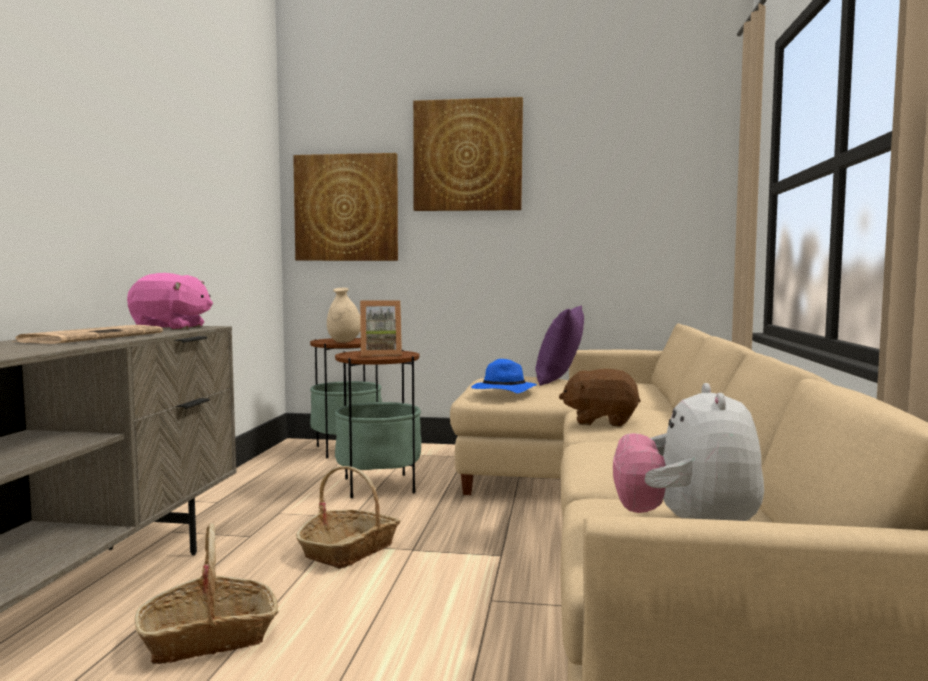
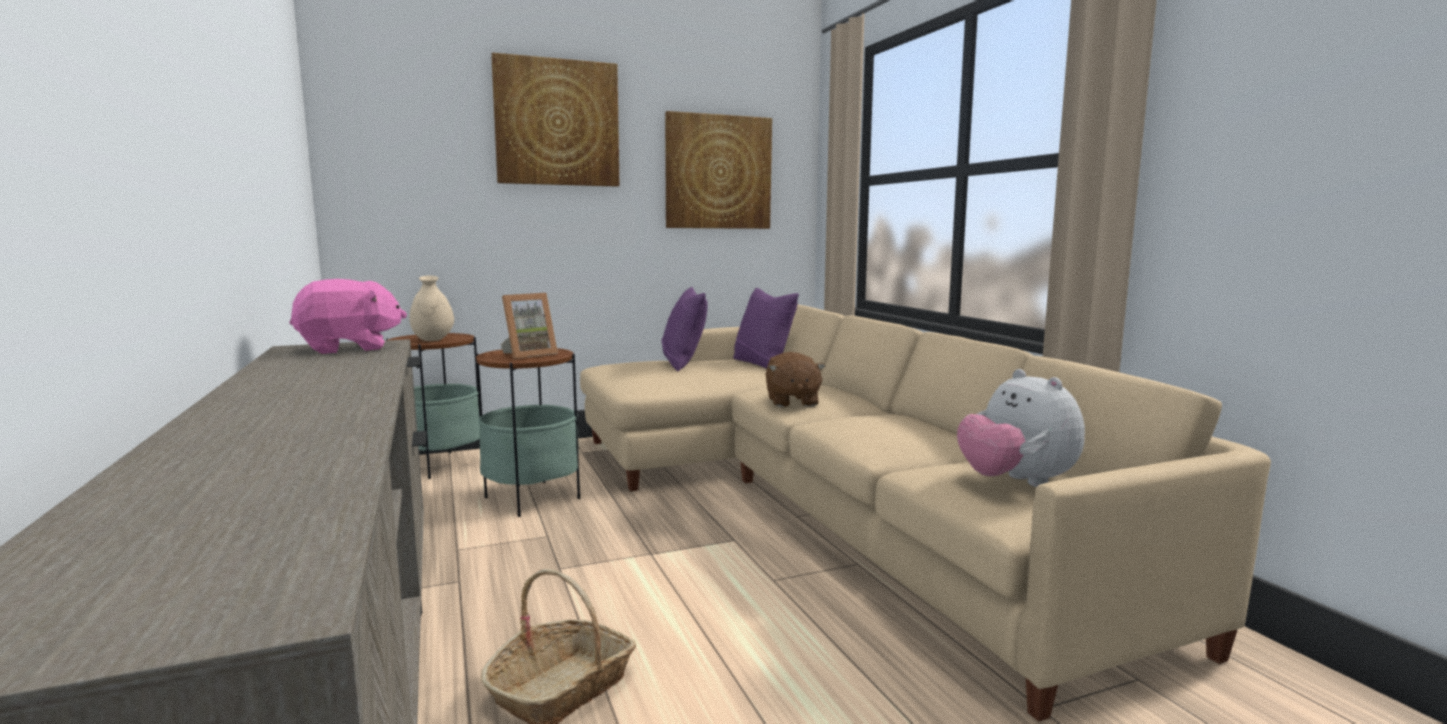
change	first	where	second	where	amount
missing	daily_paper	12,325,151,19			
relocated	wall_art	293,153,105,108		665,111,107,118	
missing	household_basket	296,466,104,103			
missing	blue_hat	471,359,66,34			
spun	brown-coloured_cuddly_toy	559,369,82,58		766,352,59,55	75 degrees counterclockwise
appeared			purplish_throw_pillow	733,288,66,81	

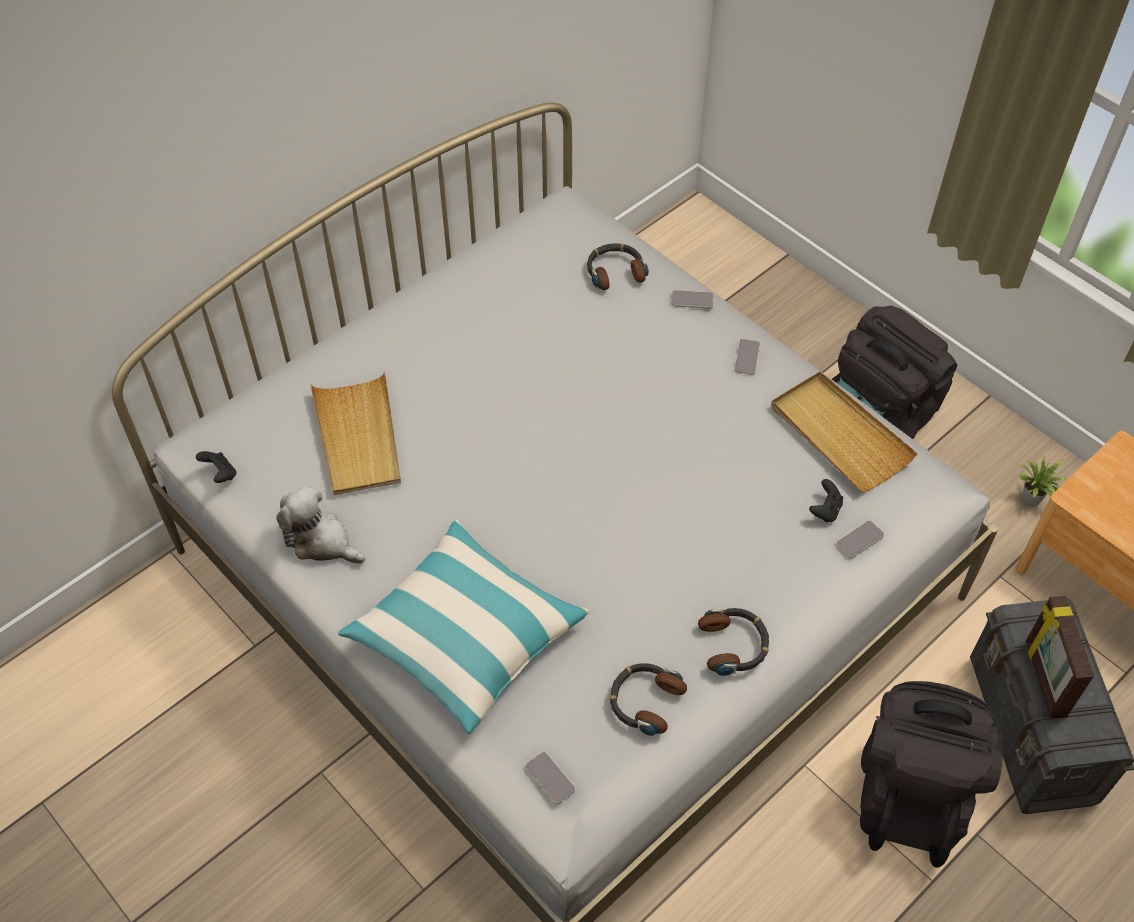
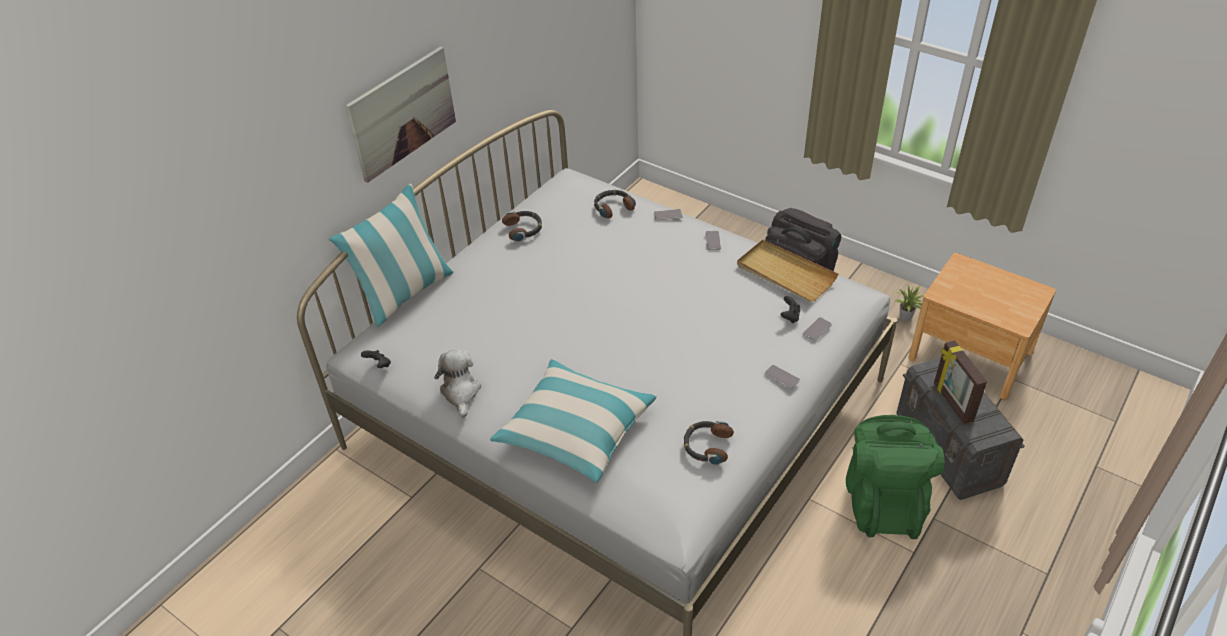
change	first	where	second	where	amount
spun	cuddly_toy	276,486,89,78		434,350,47,68	60 degrees clockwise
missing	beige-coloured_serving_tray	311,372,90,123			
relocated	telephone	526,752,49,52		765,365,35,24	
relocated	headphones	698,608,71,68		502,211,40,31	
colour	black-coloured_rucksack	860,681,143,187	green_rucksack	846,415,98,124	
appeared			throw_pillow	329,184,125,143	
appeared			wall_art	346,46,110,137	

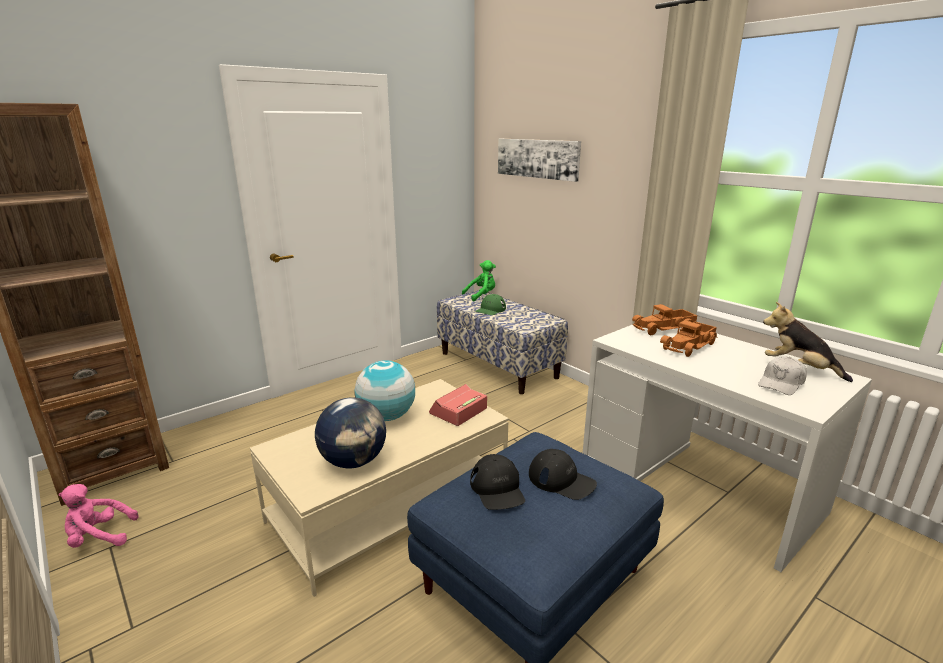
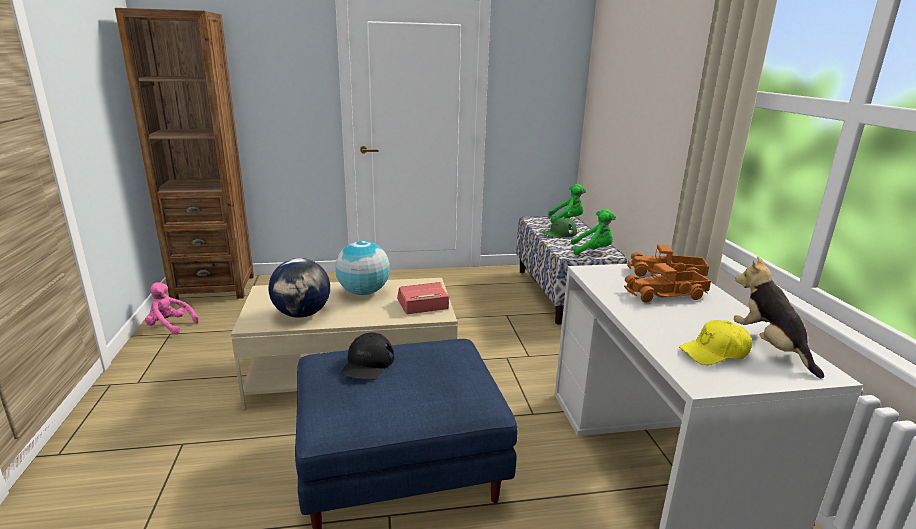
change	first	where	second	where	amount
missing	wall_art	498,139,83,43			
missing	black-coloured_peaked_cap	529,449,68,51			
colour	whitish_peaked_cap	758,356,49,39	yellow-coloured_peaked_cap	679,320,73,45	
appeared			green_cuddly_toy	571,209,45,46	

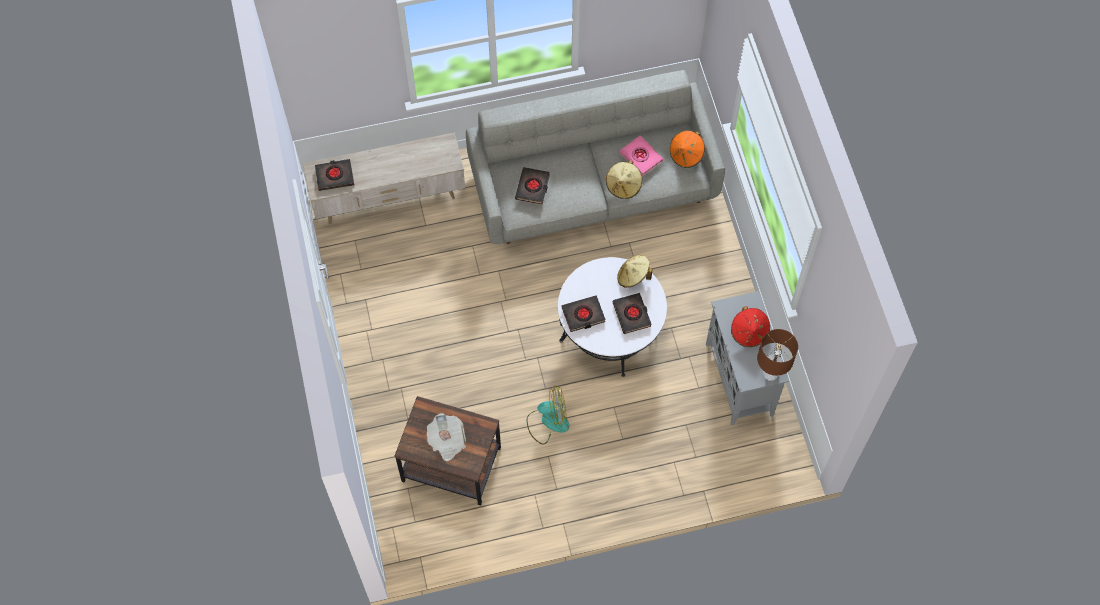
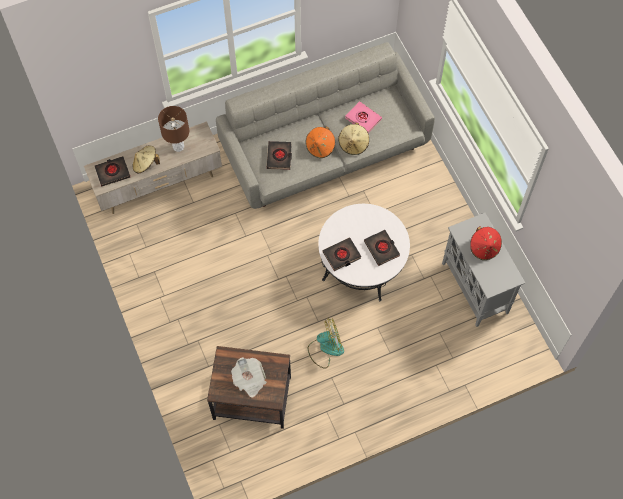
change	first	where	second	where	amount
relocated	beige-coloured_hat	617,255,35,33		133,145,27,28	
relocated	orangey_hat	670,131,35,37		306,126,29,32	
relocated	brown-coloured_tabletop_lamp	757,329,41,52		158,106,31,46	

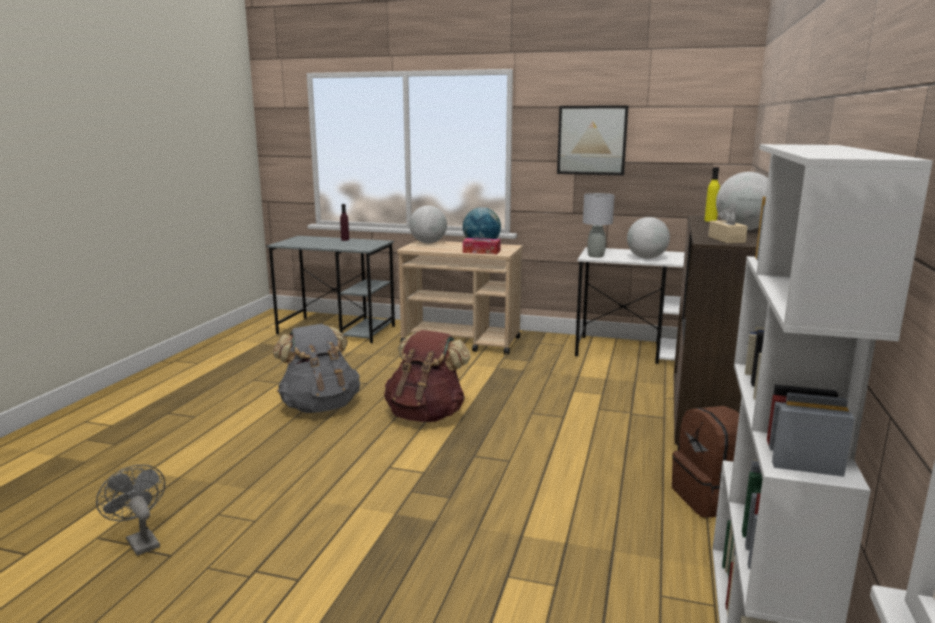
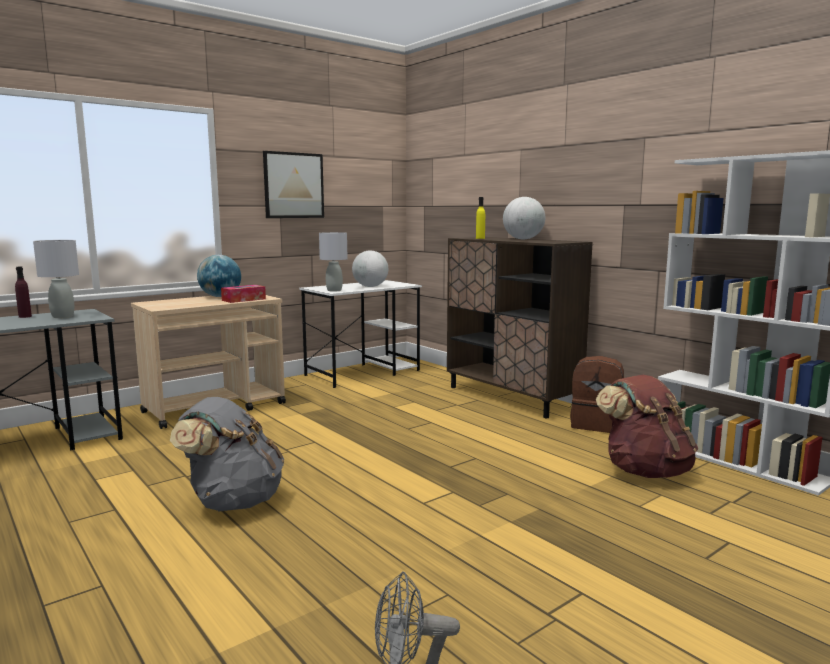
change	first	where	second	where	amount
relocated	brown-coloured_rucksack	384,330,87,92		596,375,102,103	
missing	world_globe	409,206,38,37			
missing	beige-coloured_tissue_box	708,207,40,36			
appeared			gray_tabletop_lamp	33,240,46,78	

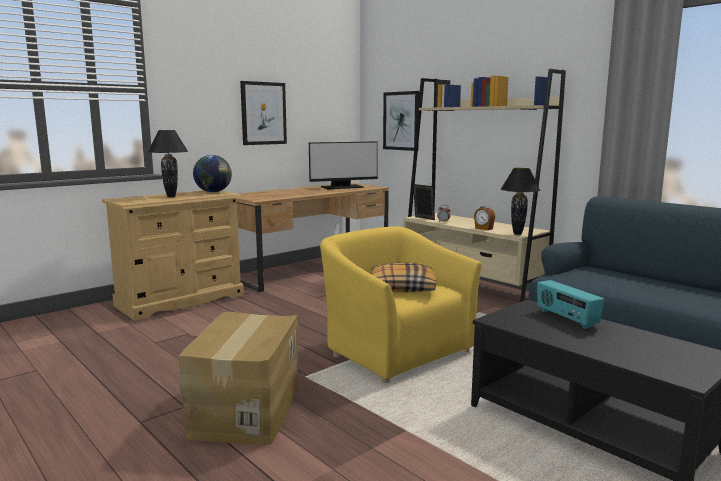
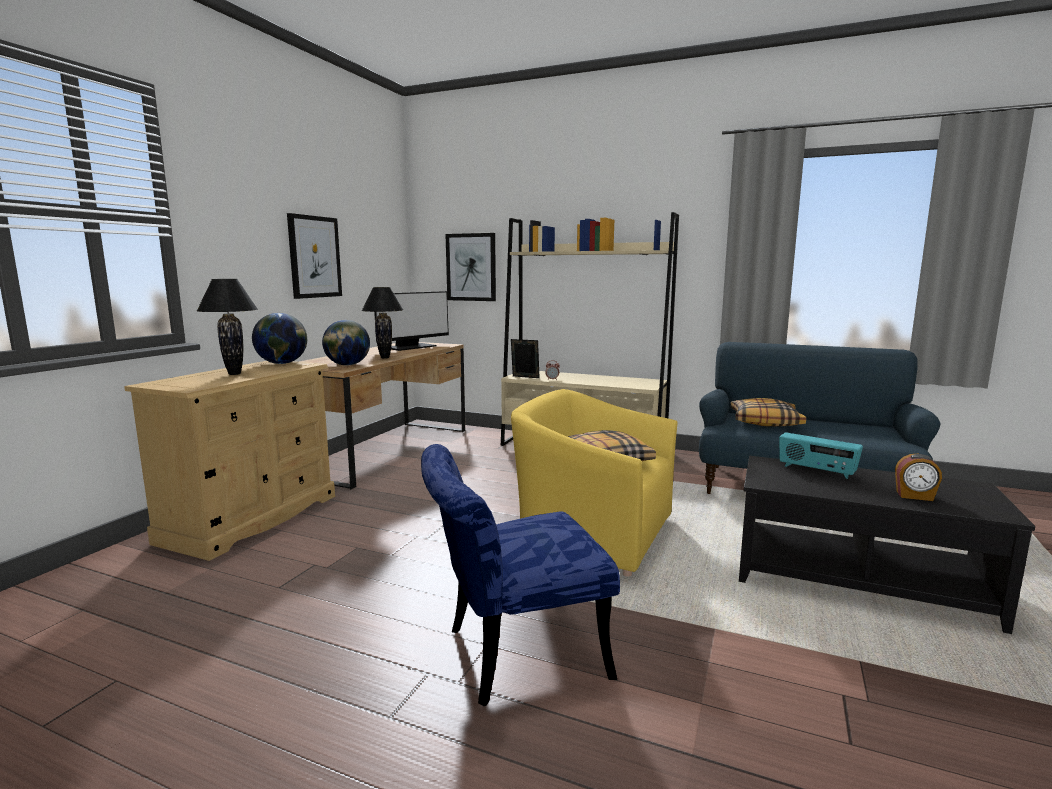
change	first	where	second	where	amount
exchanged	cardboard_box	179,312,120,133	blue_plain_chair	421,444,199,262	
relocated	table_clock	474,206,21,24		895,454,47,47	
relocated	black-coloured_tabletop_lamp	501,168,39,67		362,287,41,72	
appeared			world_globe	322,320,48,45	
appeared			throw_pillow	730,398,76,29	

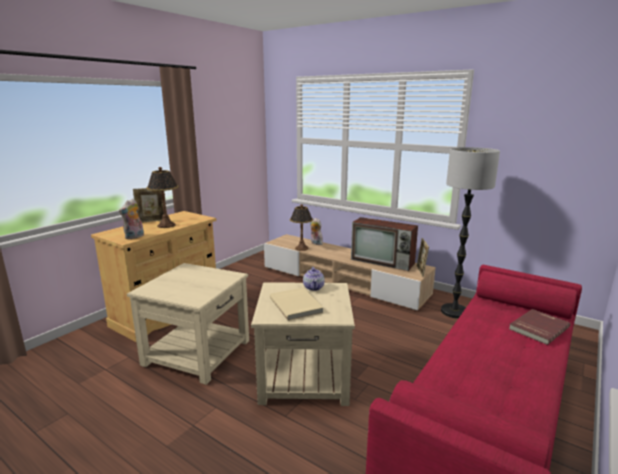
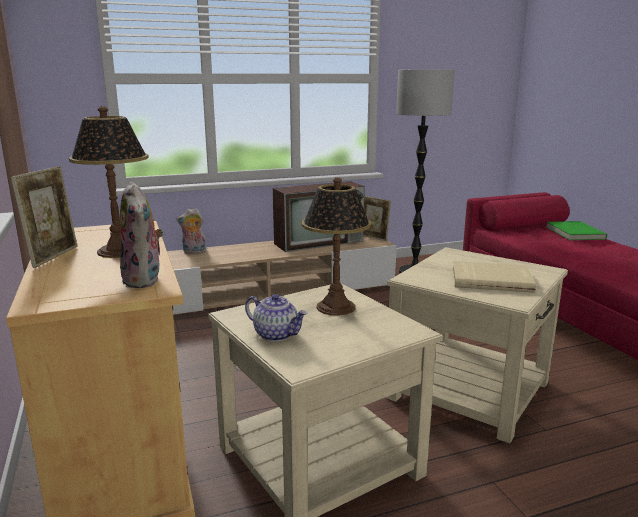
change	first	where	second	where	amount
relocated	tabletop_lamp	290,204,23,47		302,177,69,139	
relocated	tea_pot	303,267,22,24		245,294,63,48	
colour	red-coloured_bound_book	509,309,61,36	green_bound_book	546,221,61,19	

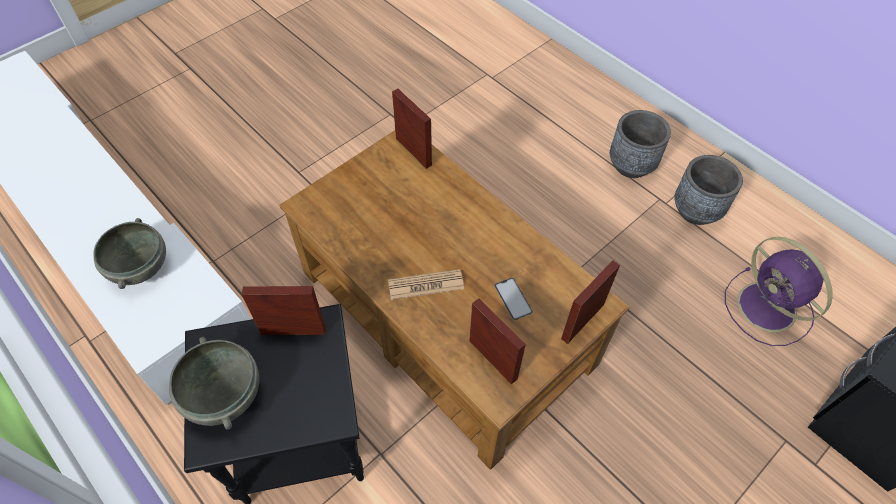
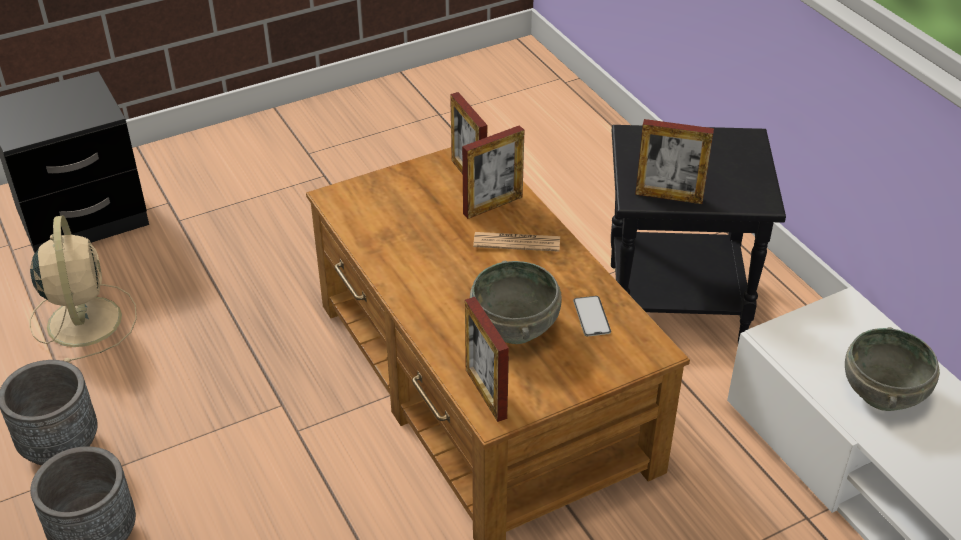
change	first	where	second	where	amount
relocated	gray_serving_bowl	169,337,90,93		470,261,92,83	
relocated	telephone	495,278,38,42		573,296,38,41	
relocated	picture_frame	561,260,59,84		462,125,62,94	
colour	purplish_cooling_fan	725,237,108,109	beige-coloured_cooling_fan	29,215,108,147	

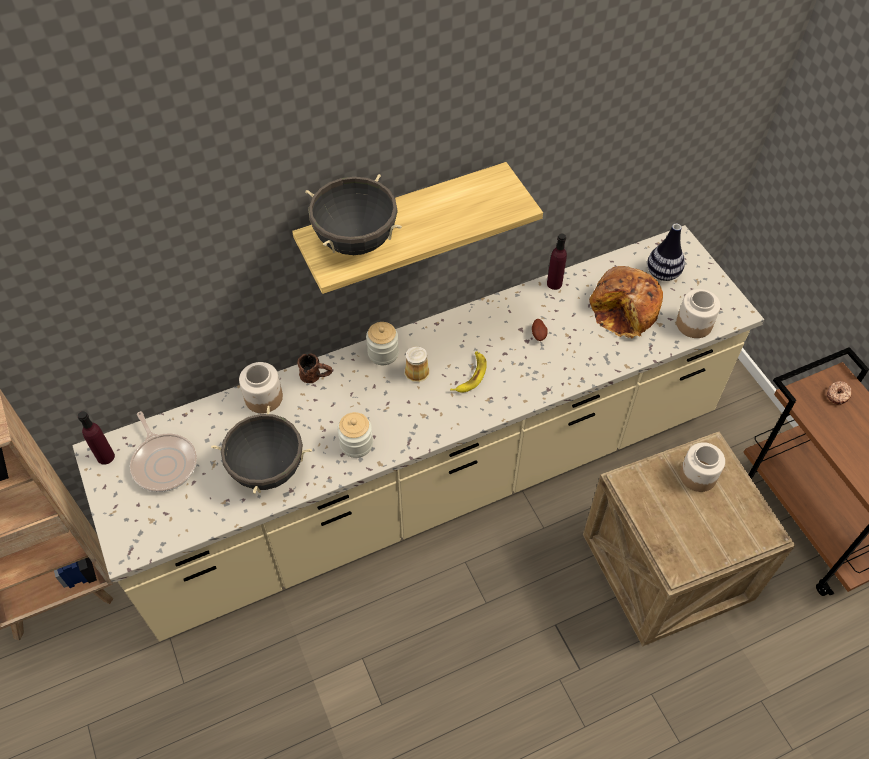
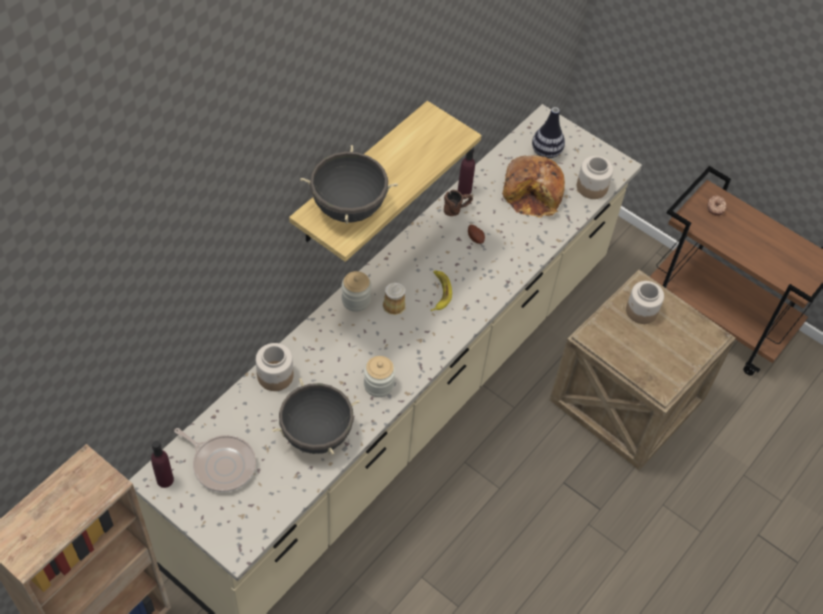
change	first	where	second	where	amount
relocated	brown-coloured_coffee_mug	297,354,36,29		444,190,29,26	

